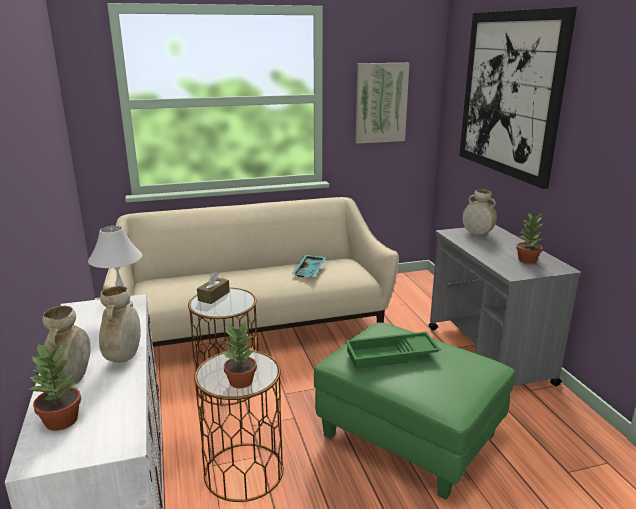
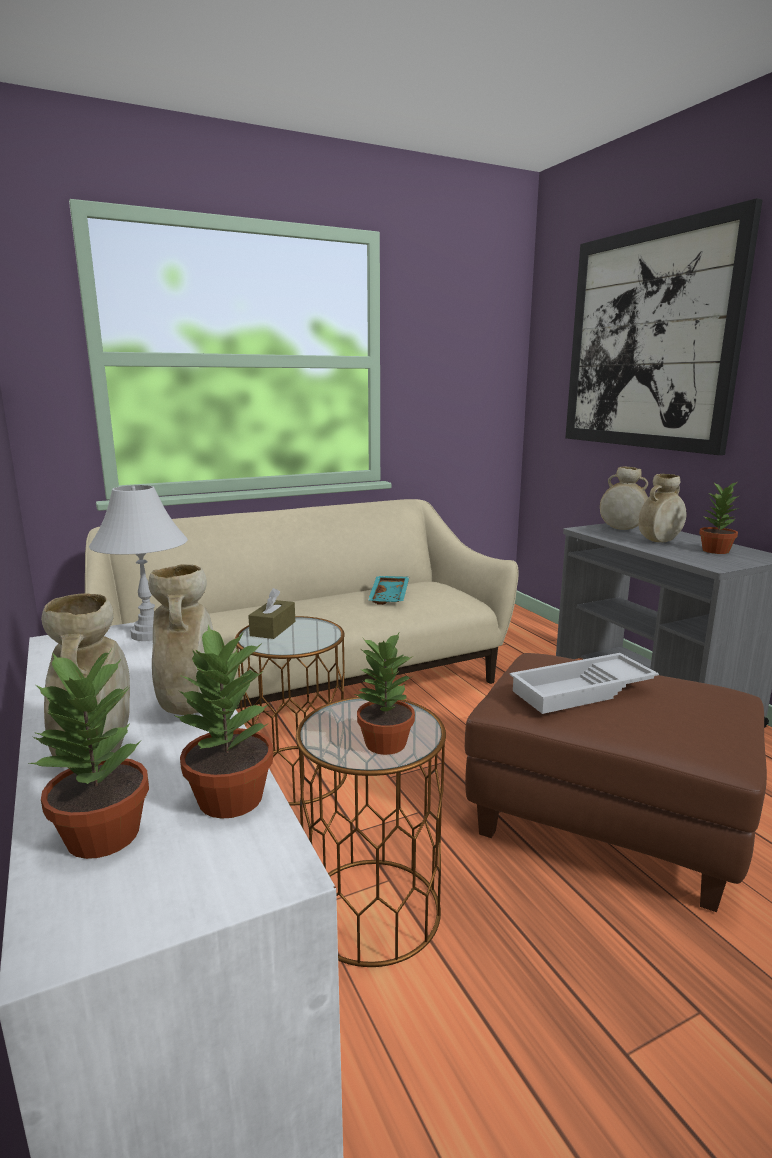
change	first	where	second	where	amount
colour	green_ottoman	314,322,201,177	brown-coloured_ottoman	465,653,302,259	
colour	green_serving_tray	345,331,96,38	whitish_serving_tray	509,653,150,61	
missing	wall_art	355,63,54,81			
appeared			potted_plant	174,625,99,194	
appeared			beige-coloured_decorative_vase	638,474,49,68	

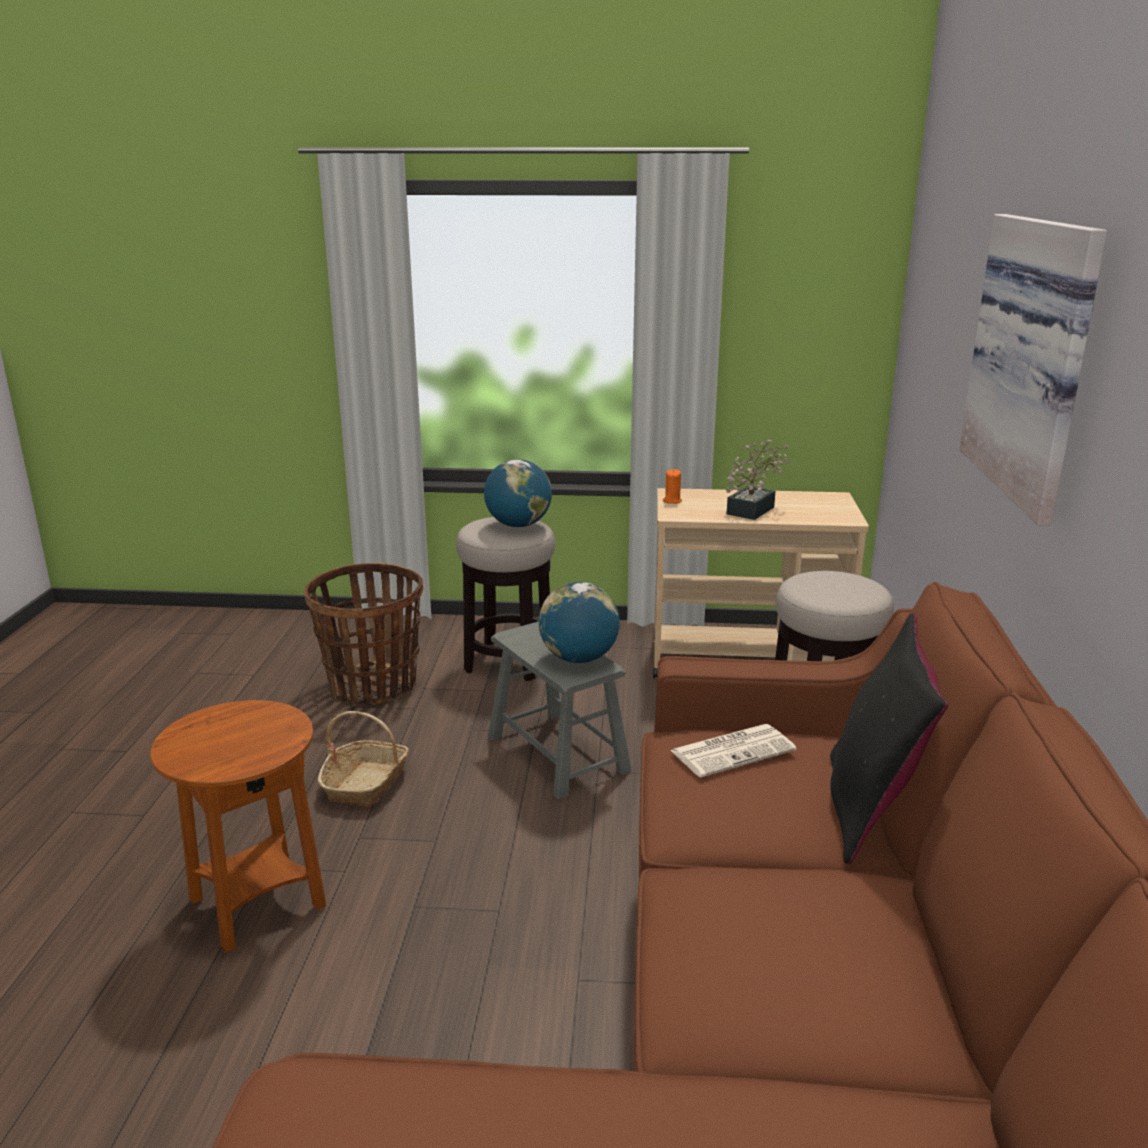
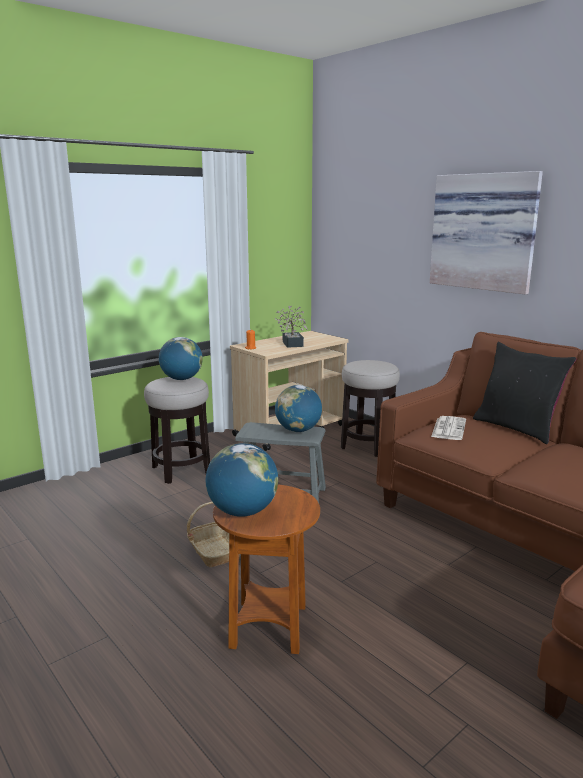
change	first	where	second	where	amount
missing	household_basket	304,563,119,142			
appeared			world_globe	206,443,72,74	

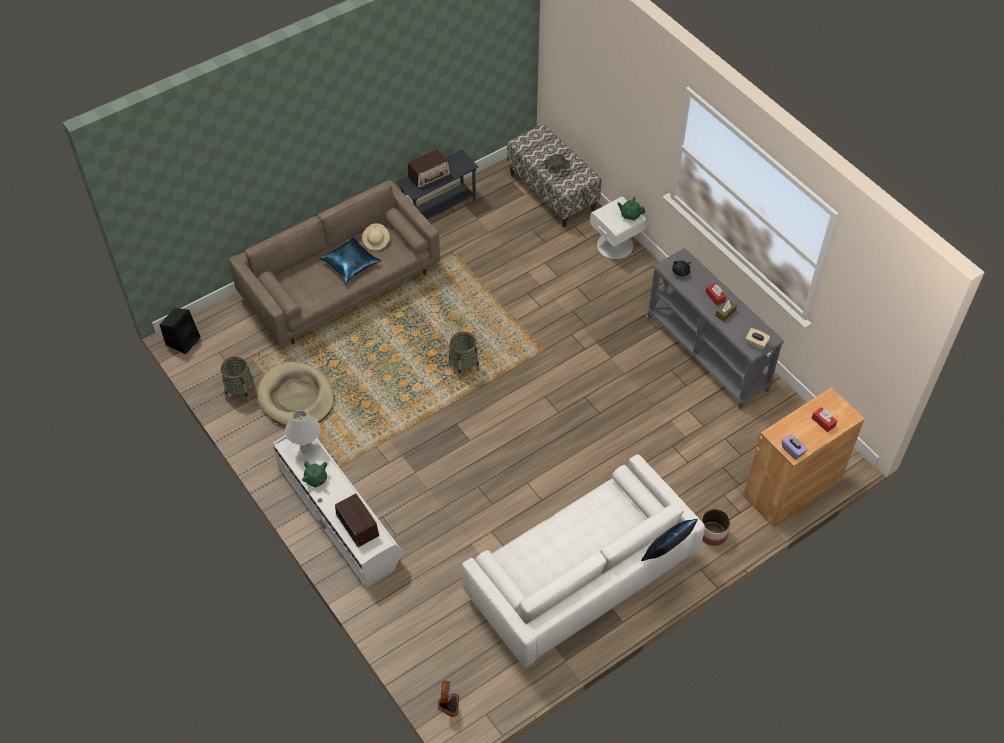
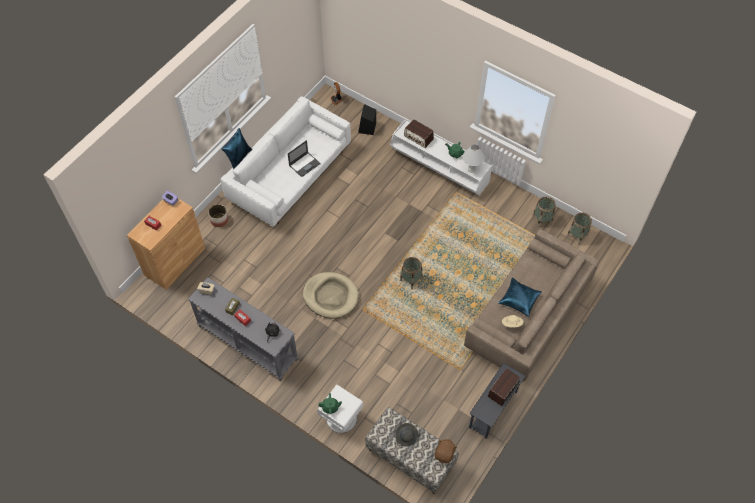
change	first	where	second	where	amount
relocated	black-coloured_speaker	160,308,41,46		358,104,18,31	
relocated	beige-coloured_dog_bed	257,362,78,64		303,272,56,46	
appeared			notebook_computer	288,140,32,37	
appeared			brown-coloured_cuddly_toy	435,439,22,24	
appeared			household_basket	567,213,25,32	

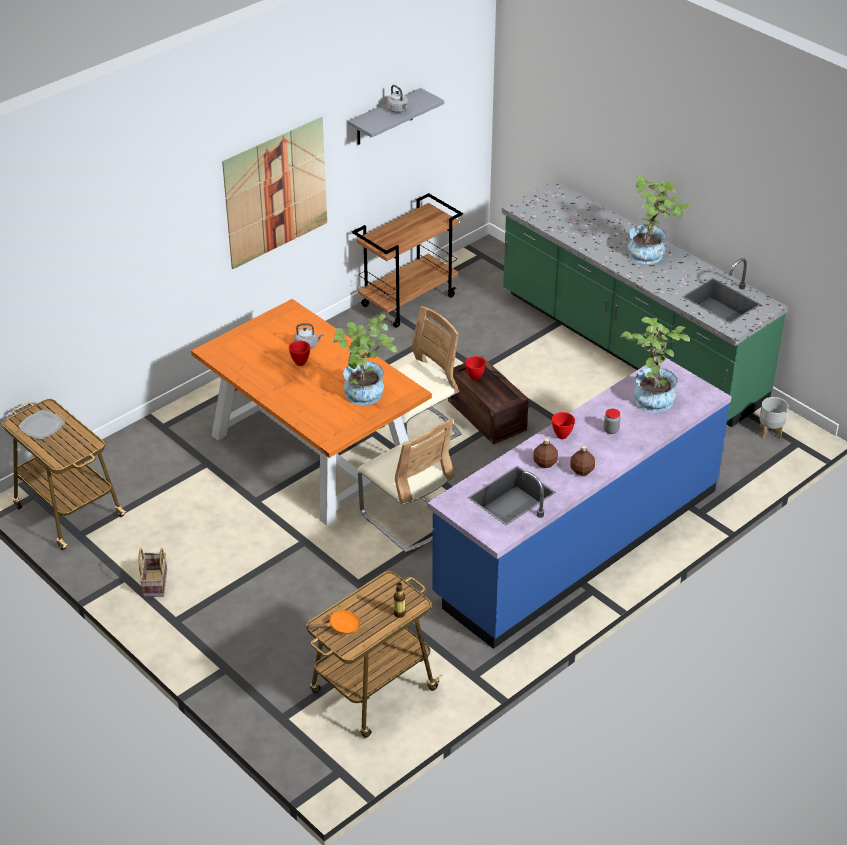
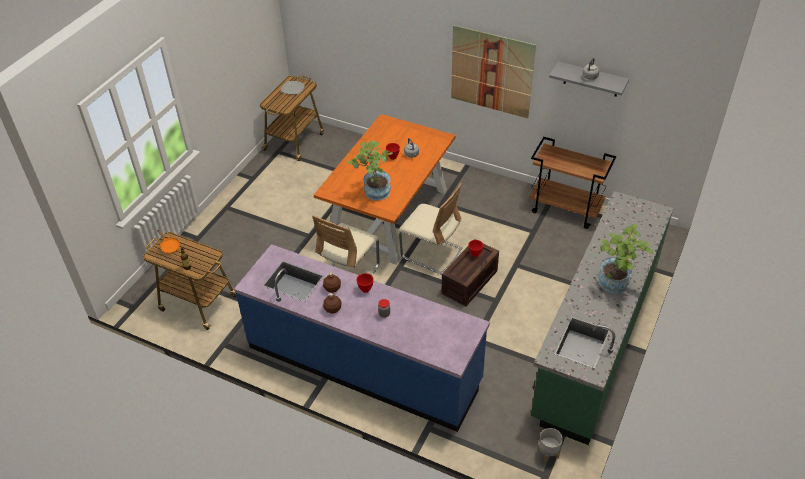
change	first	where	second	where	amount
missing	household_basket	139,548,28,49			
missing	potted_plant	620,317,70,95			

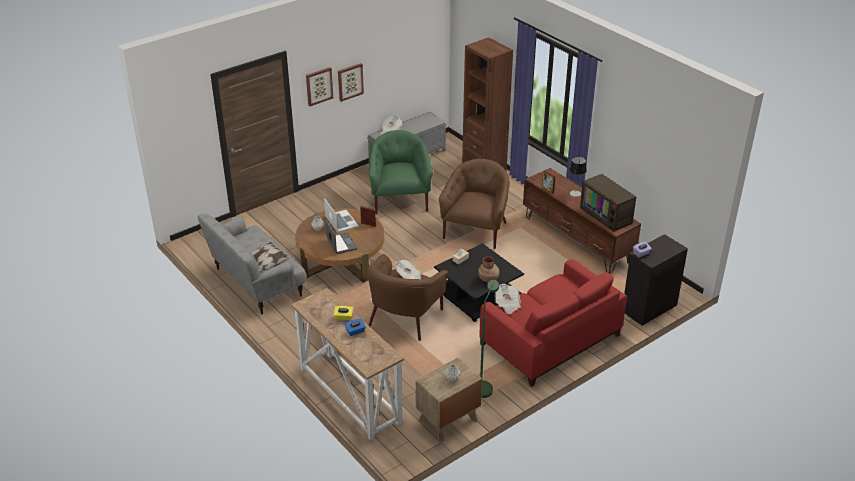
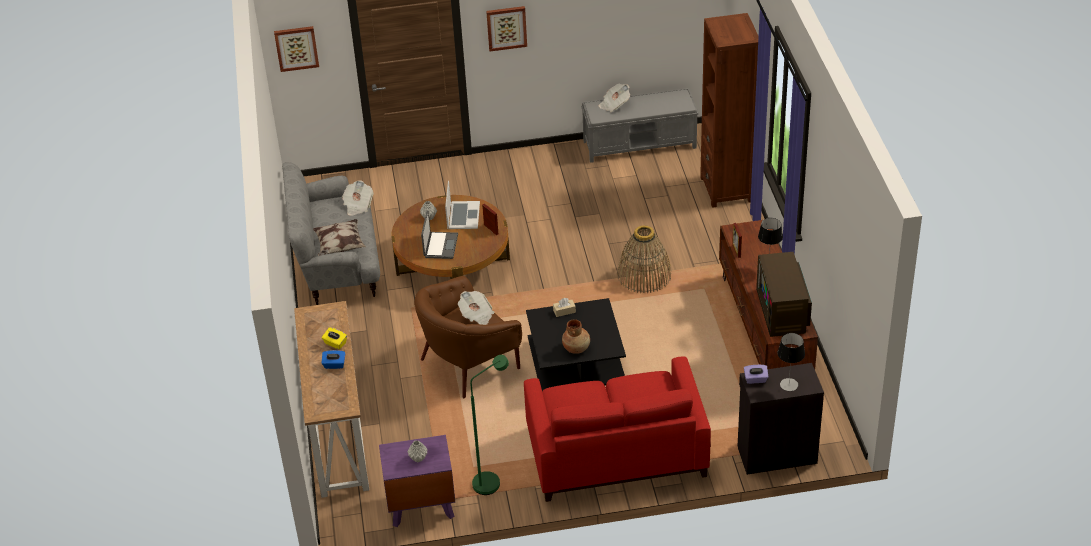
change	first	where	second	where	amount
relocated	wall_art	338,63,26,39		274,26,45,46	
missing	green_armchair	369,130,64,84			
colour	brown-coloured_bedside_table	415,357,67,84	purplish_bedside_table	379,435,76,92	
exchanged	brown-coloured_armchair	439,159,71,90	household_basket	617,225,55,68	
relocated	daily_paper	495,284,26,30		342,180,32,36	
appeared			tabletop_lamp	778,333,27,58	

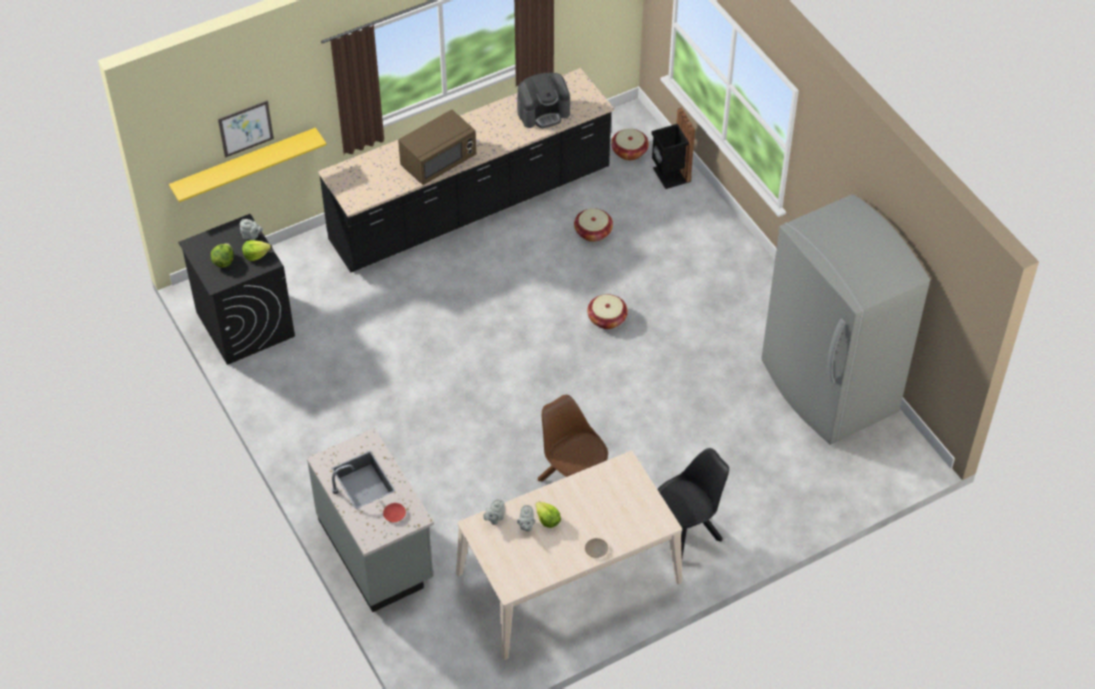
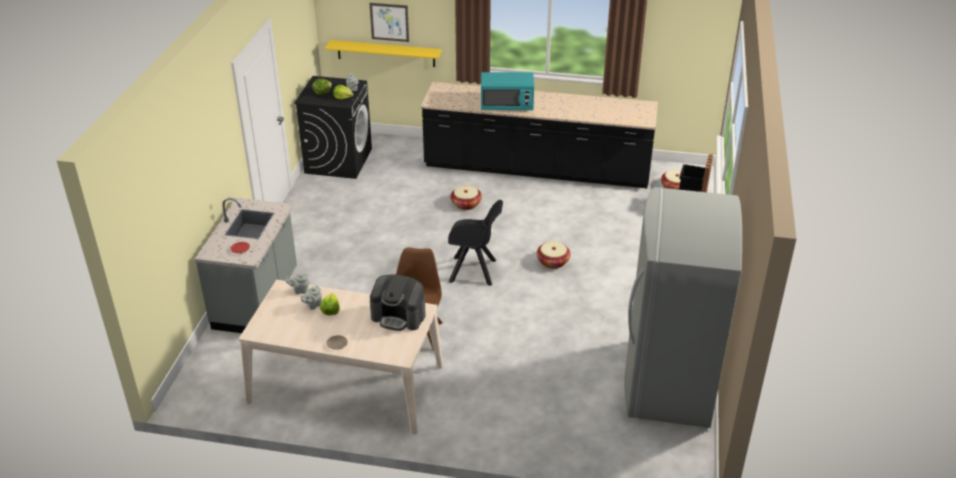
change	first	where	second	where	amount
colour	brown-coloured_kitchen_microwave	398,110,78,75	turquoise-coloured_kitchen_microwave	481,72,53,38	
relocated	coffee_machine	517,73,53,55		370,274,56,57	
relocated	household_basket	574,208,39,34		451,185,31,25	
relocated	black-coloured_plain_chair	657,448,72,110		448,200,55,86	

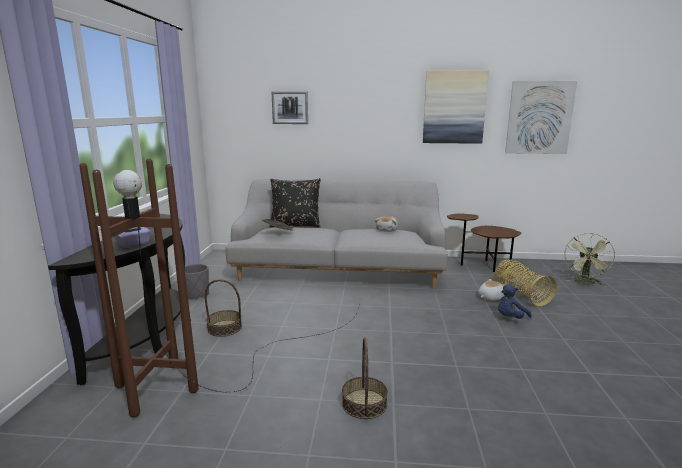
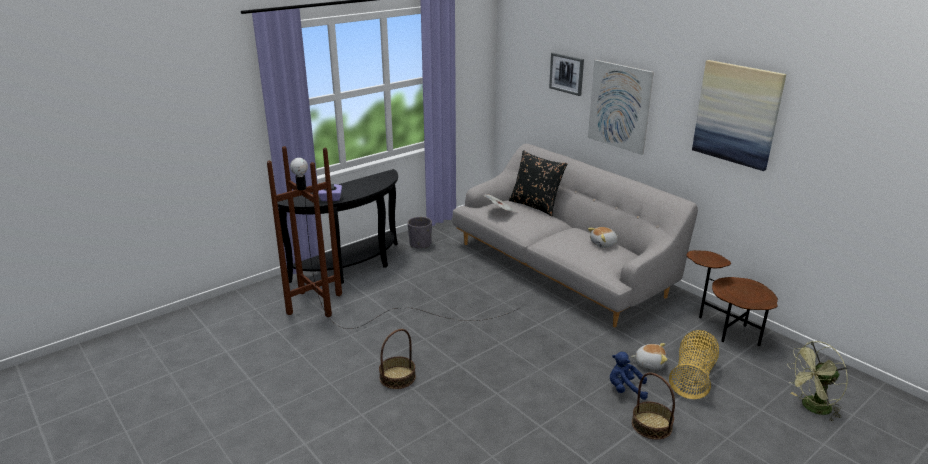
change	first	where	second	where	amount
relocated	household_basket	205,279,37,58		632,373,43,66	
relocated	wall_art	505,81,72,73		588,60,66,95	

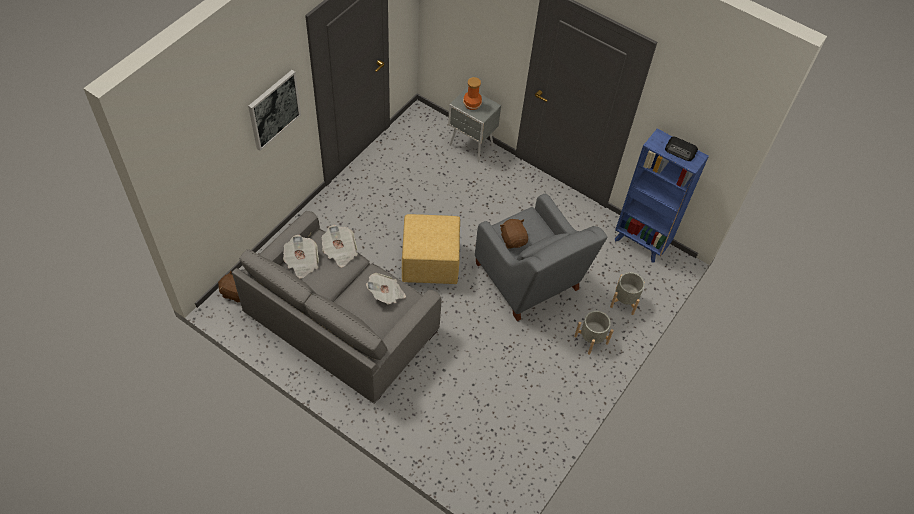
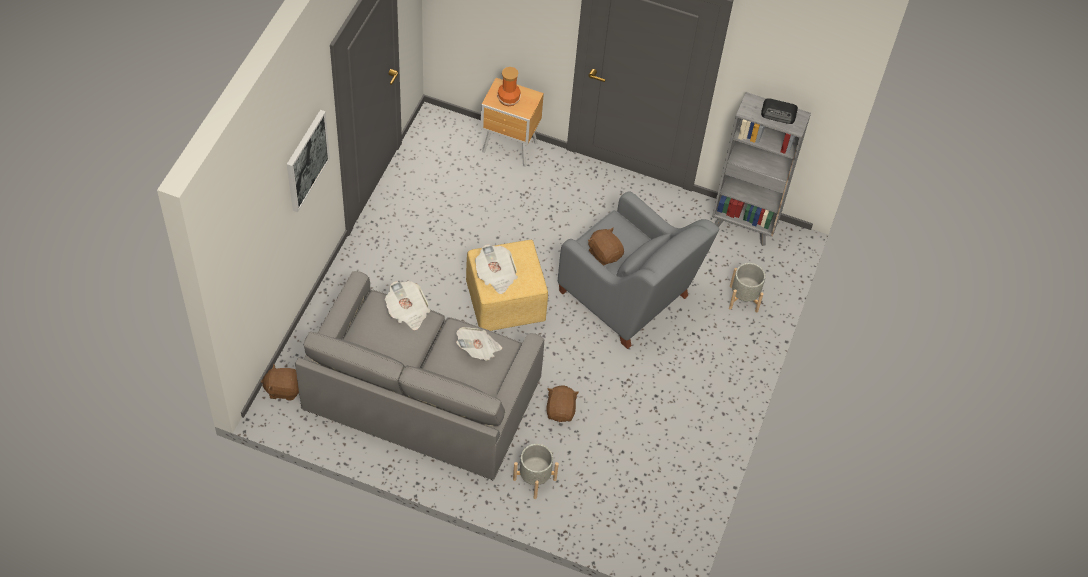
change	first	where	second	where	amount
relocated	daily_paper	283,235,36,44		475,244,43,50	
colour	gray_bedside_table	448,87,53,75	brown-coloured_bedside_table	480,78,64,89	
relocated	gray_plant_pot	574,311,40,44		513,444,46,55	
colour	blue_bookcase	615,128,94,135	gray_bookcase	712,92,99,154	
appeared			brown-coloured_cuddly_toy	546,385,33,37	

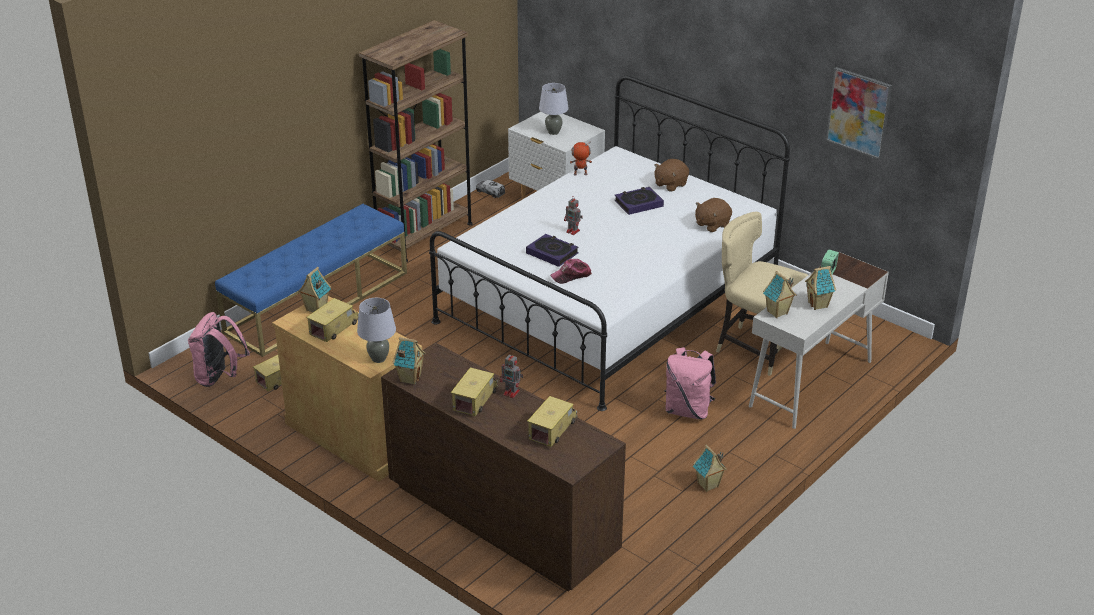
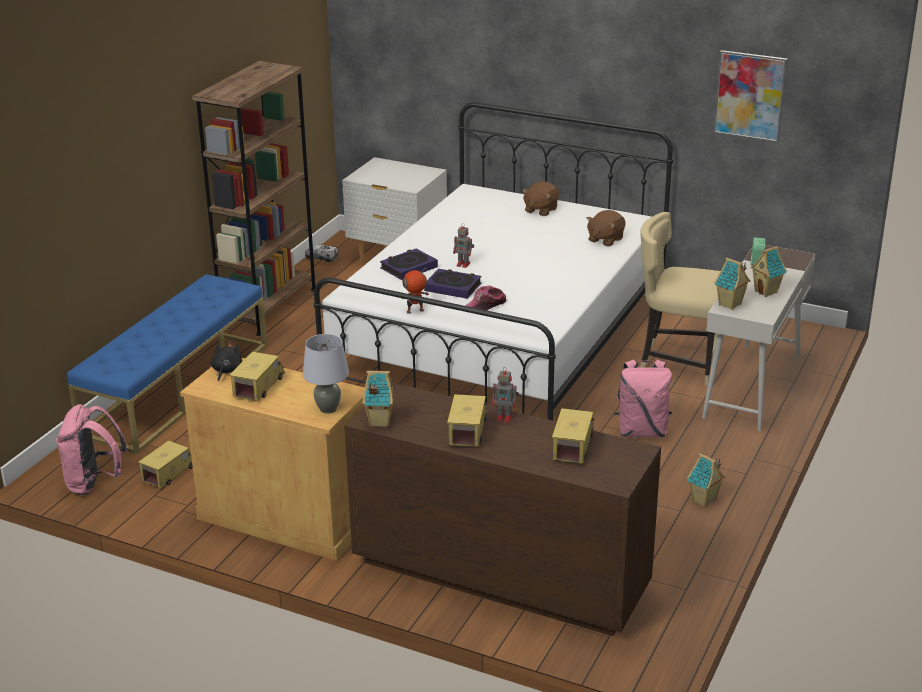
change	first	where	second	where	amount
exchanged	miniature_house	298,267,33,45	black-coloured_cuddly_toy	210,341,32,41	
missing	gray_tabletop_lamp	539,83,30,52			
relocated	toy_robot	570,141,22,35		402,268,27,46	
relocated	bound_book	614,187,50,28		380,249,58,31	

